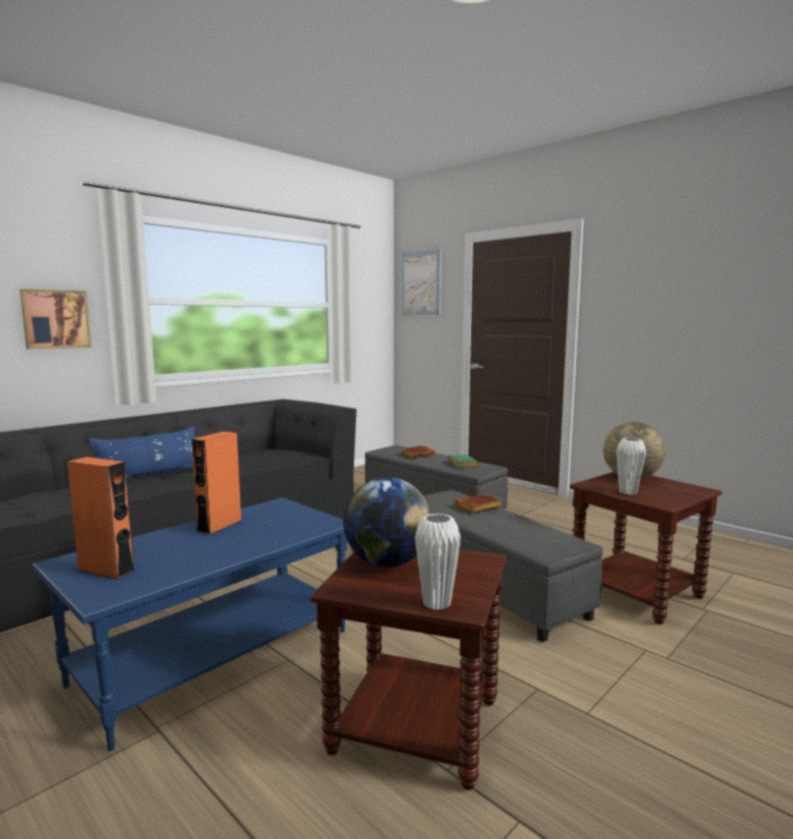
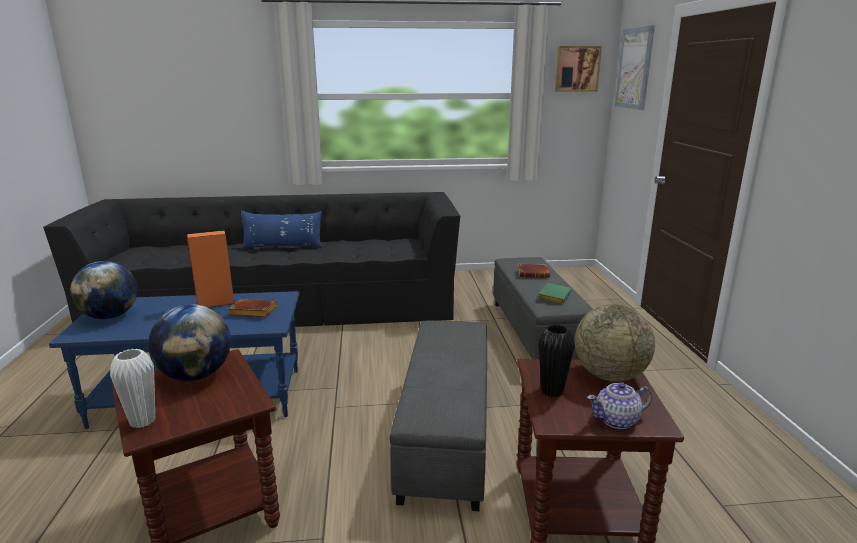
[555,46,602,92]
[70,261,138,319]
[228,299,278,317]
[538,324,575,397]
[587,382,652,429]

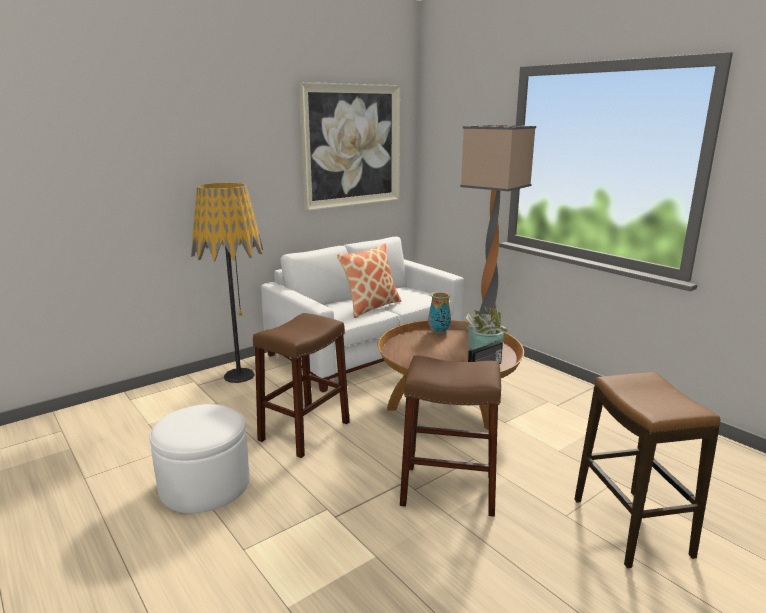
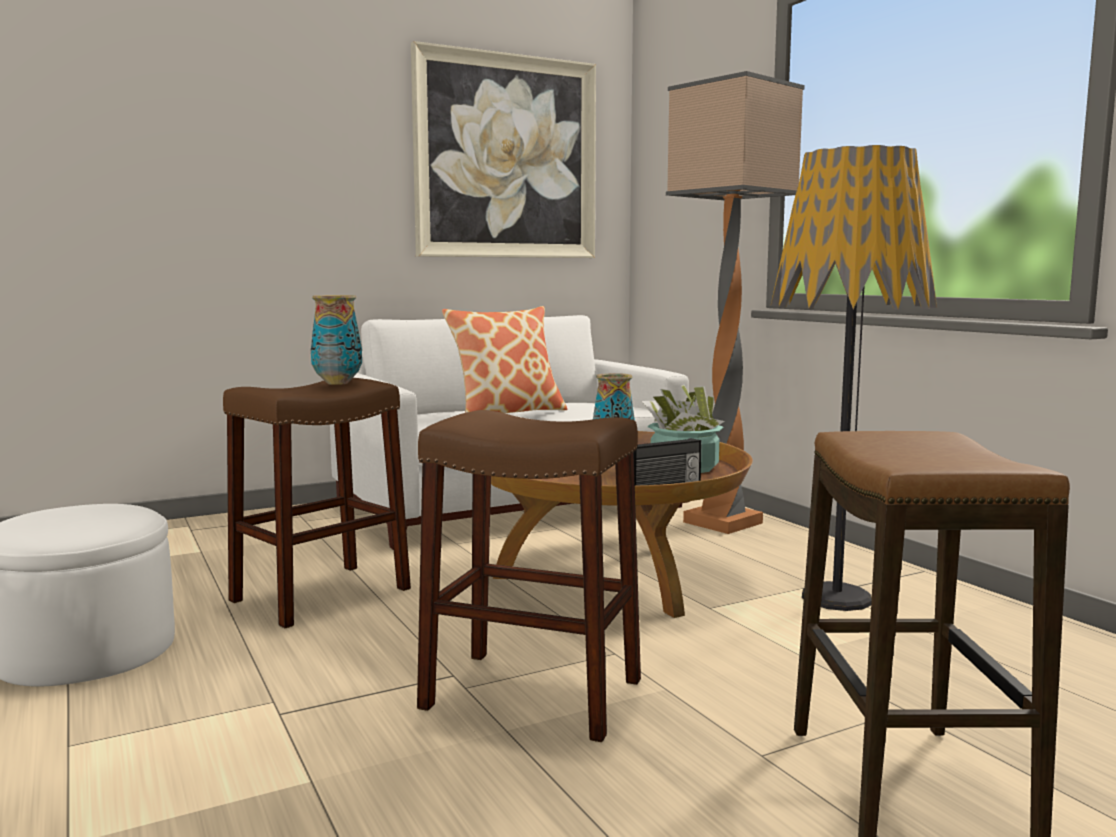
[770,145,937,611]
[311,295,362,385]

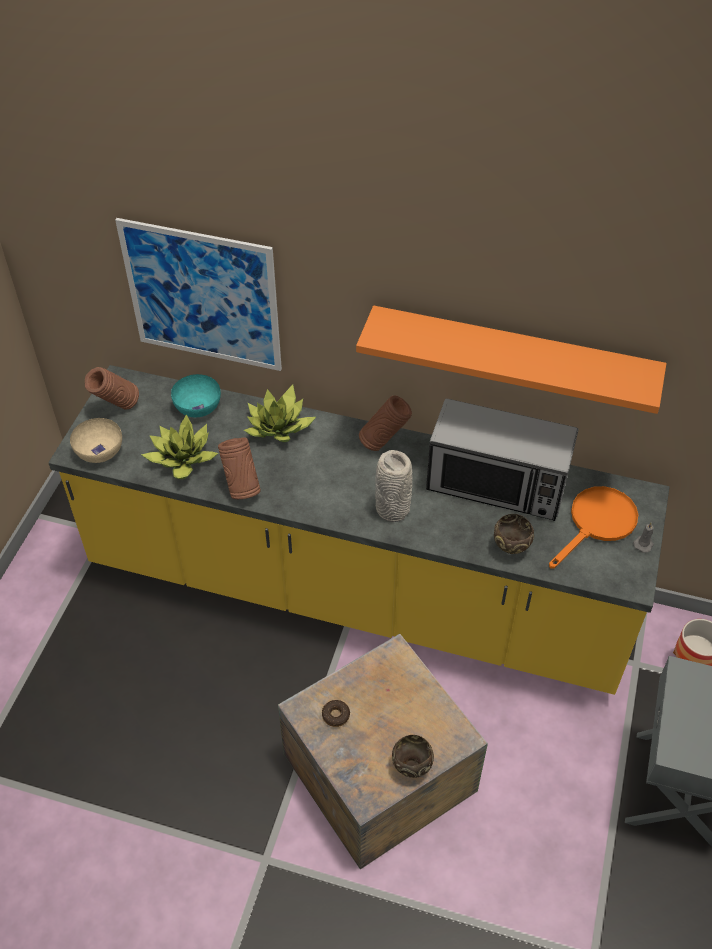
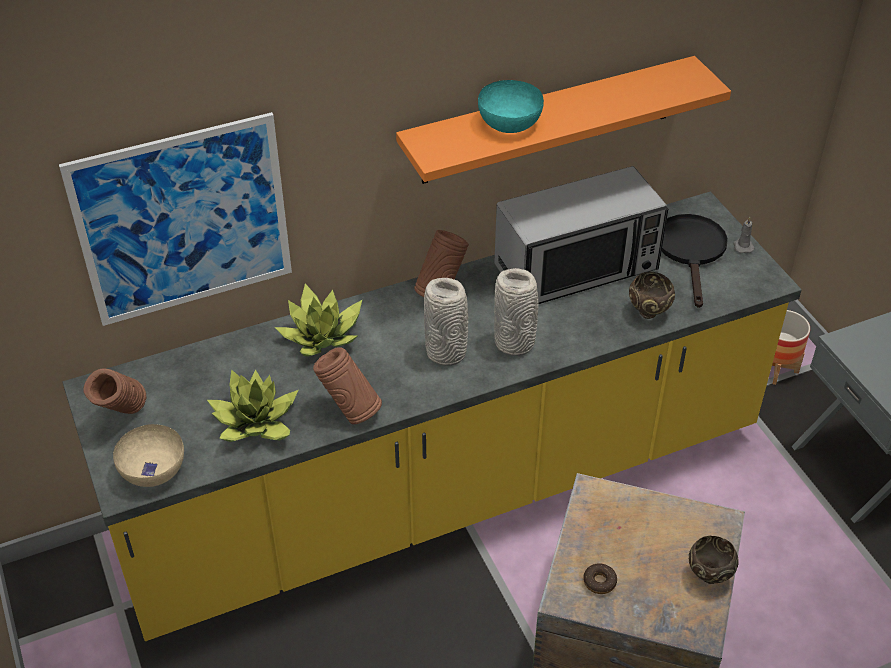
[478,80,544,133]
[662,214,728,308]
[424,278,468,366]

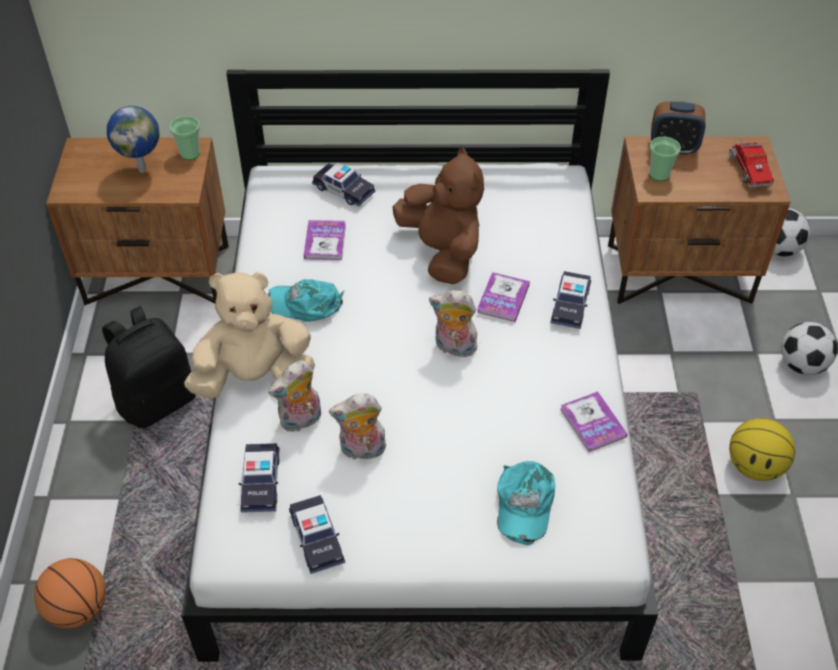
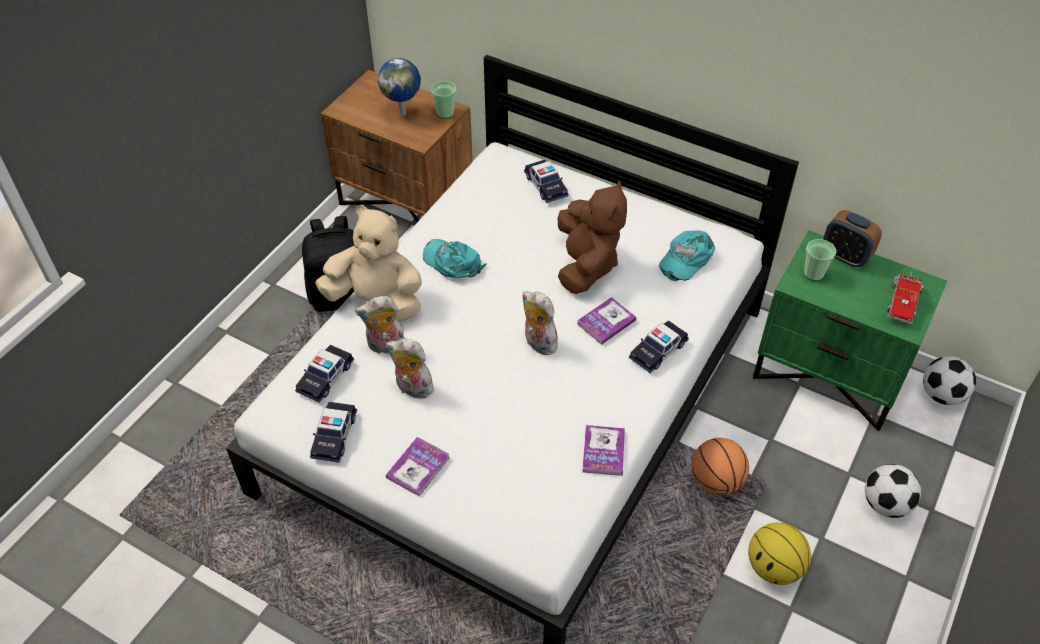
[692,438,749,495]
[386,437,450,496]
[659,230,715,281]
[753,230,947,431]

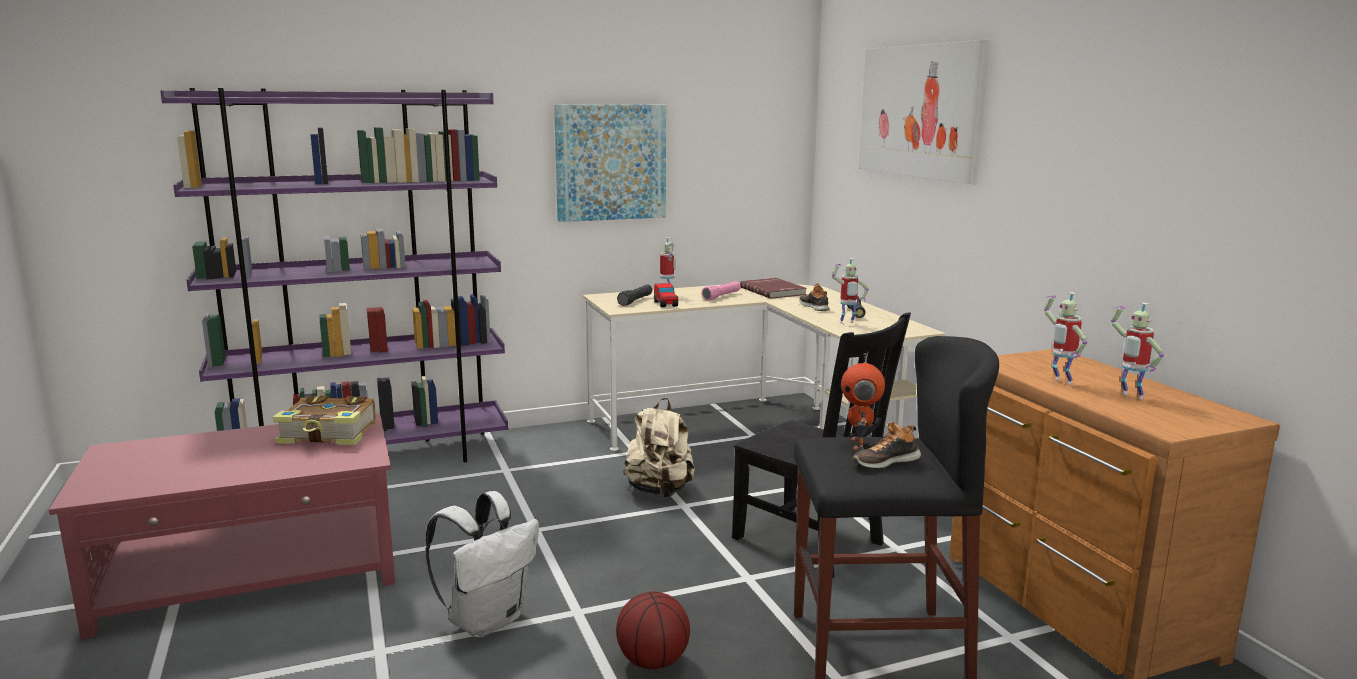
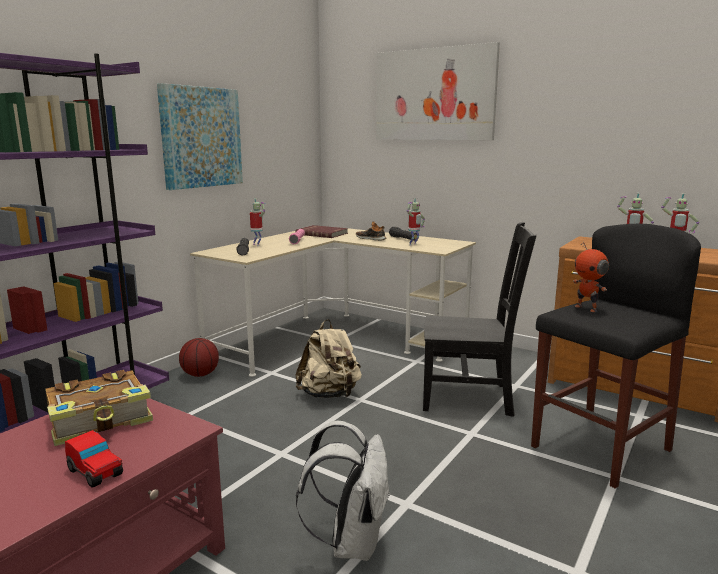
[179,338,219,377]
[65,430,123,488]
[853,422,921,469] (first image)

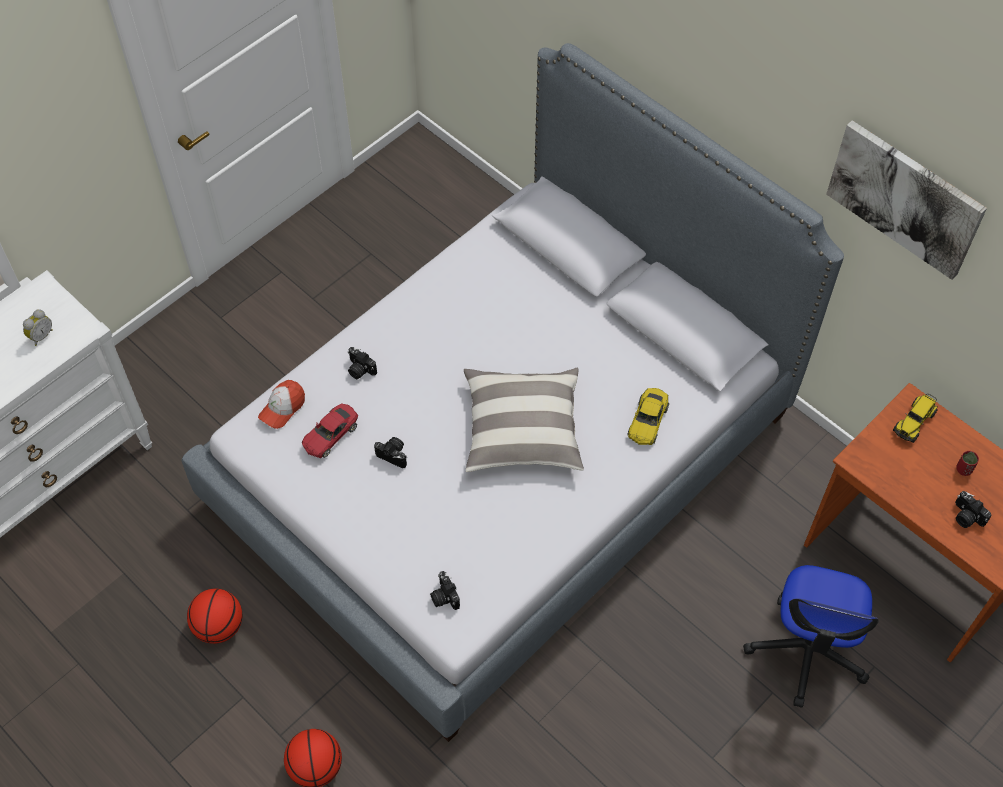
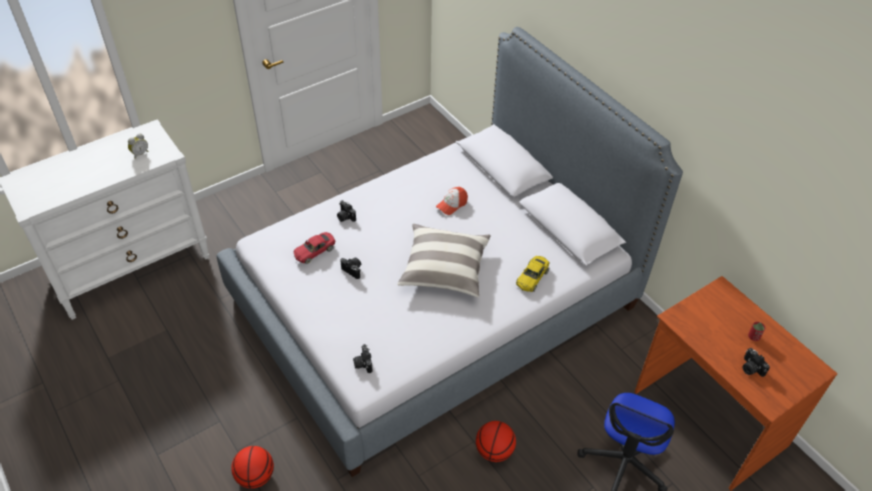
[476,421,516,462]
[436,187,468,215]
[826,120,987,280] (first image)
[893,394,937,443] (first image)

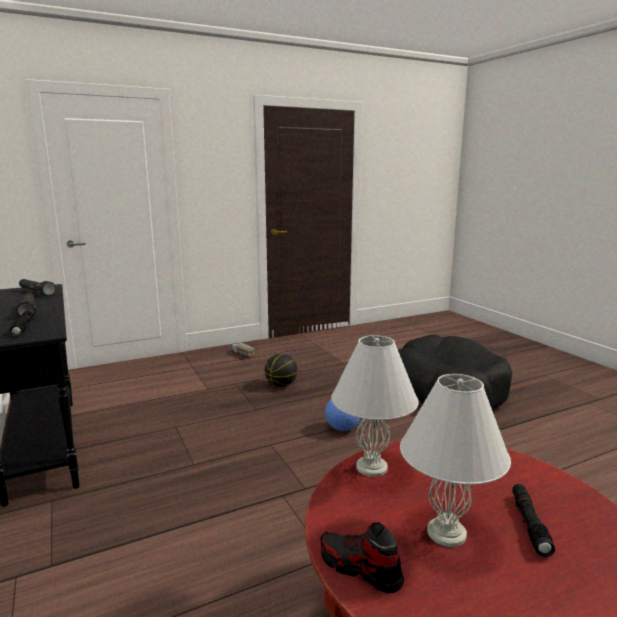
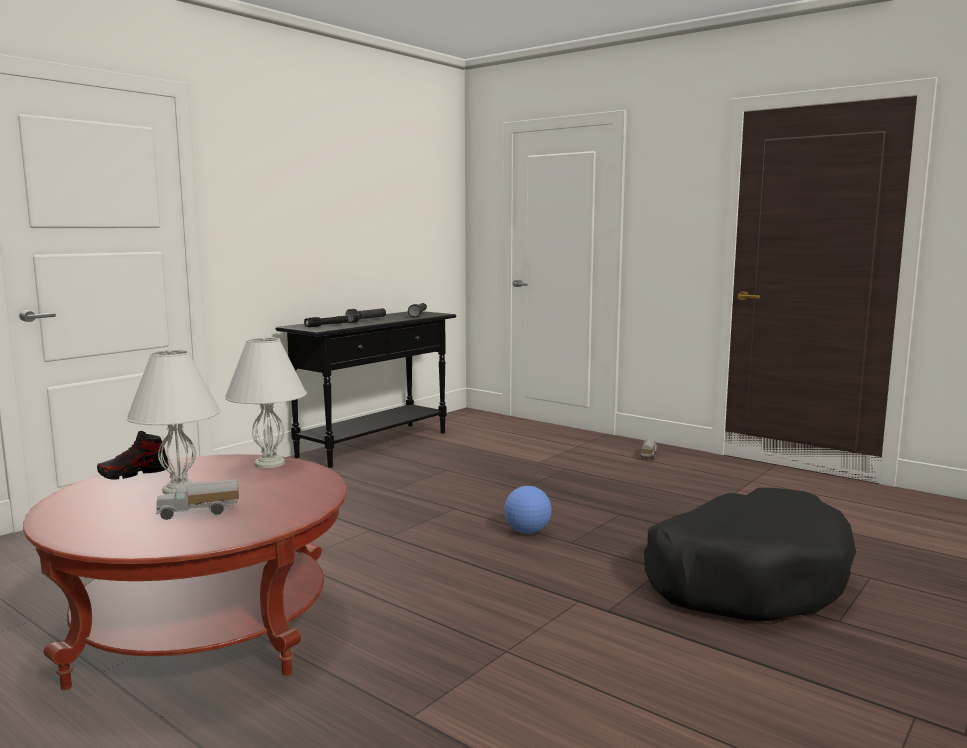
[265,354,298,387] (first image)
[97,431,169,480]
[156,479,239,520]

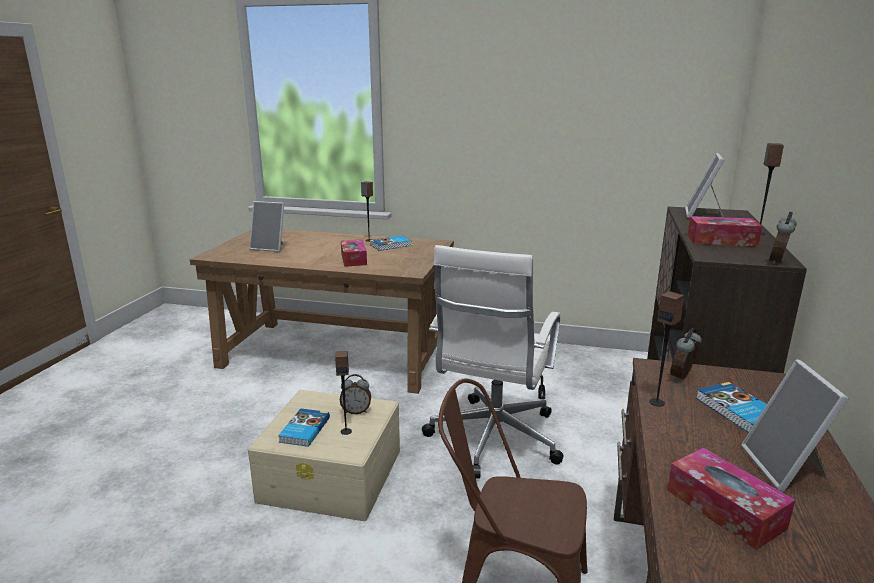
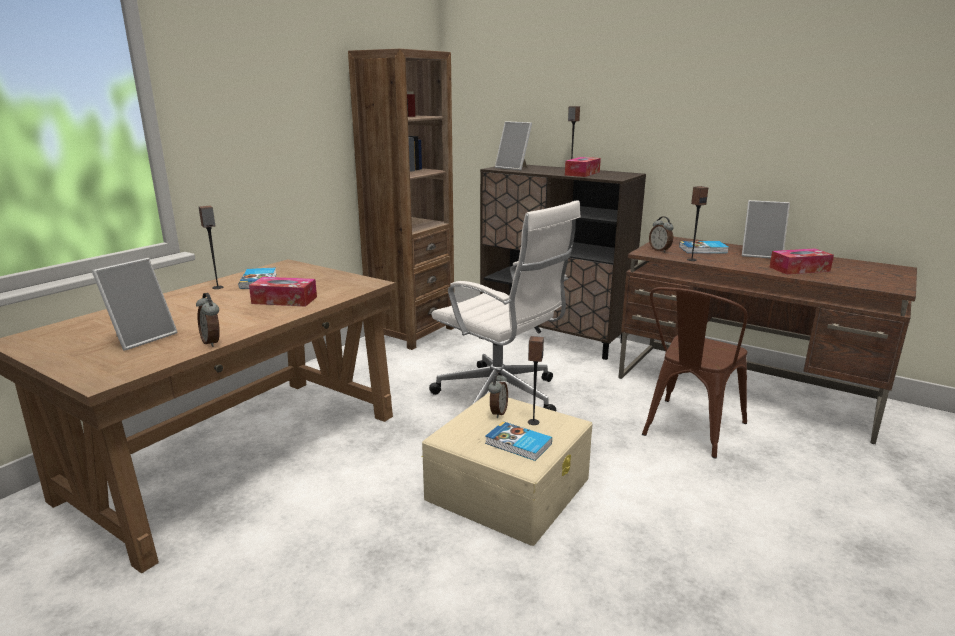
[196,293,220,347]
[348,49,454,350]

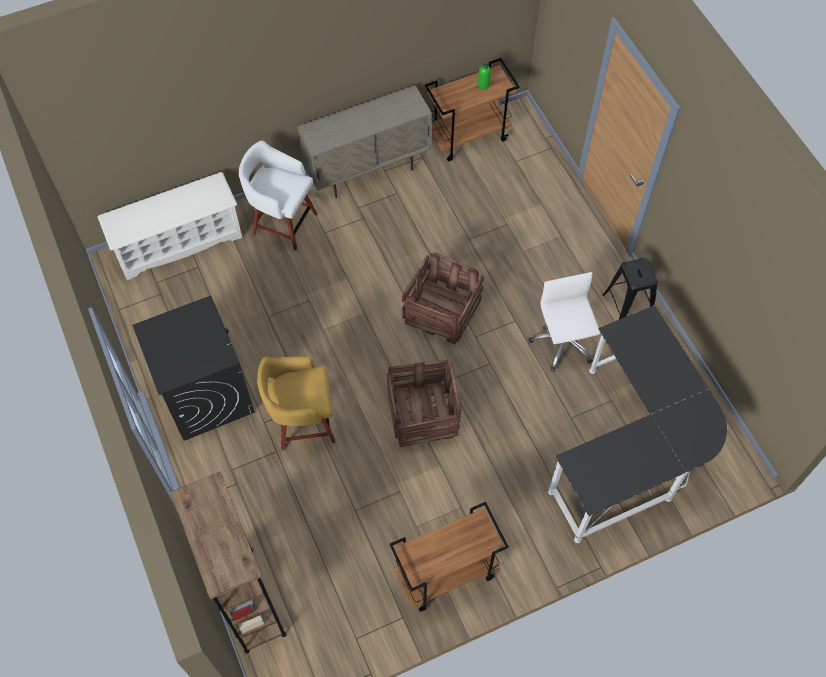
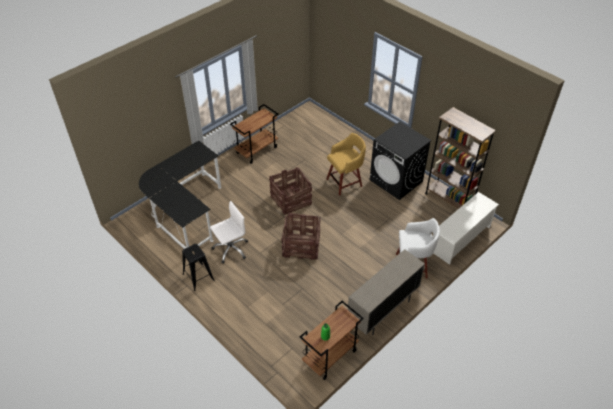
[425,107,496,209]
[210,201,248,264]

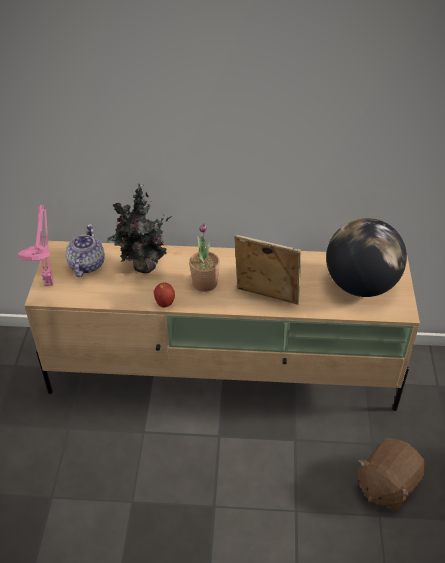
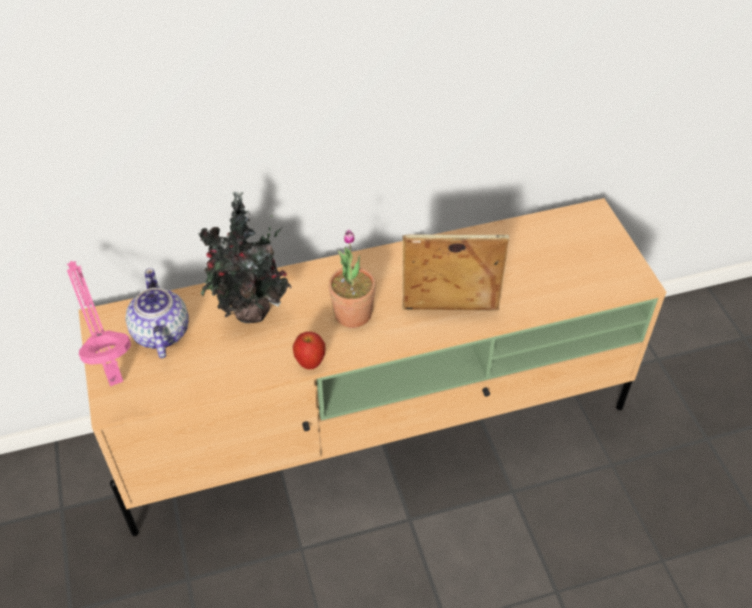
[326,218,407,297] (first image)
[358,438,425,512] (first image)

